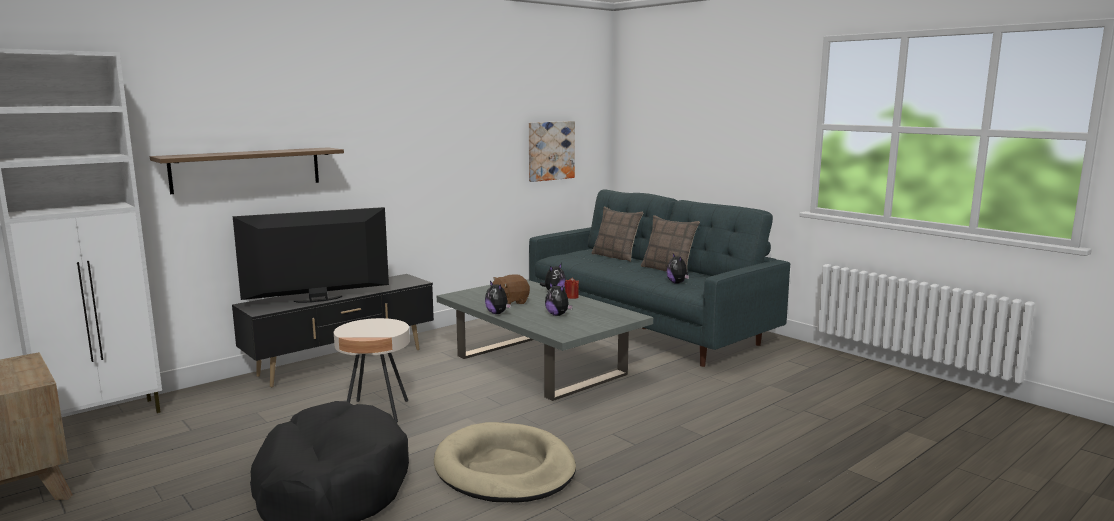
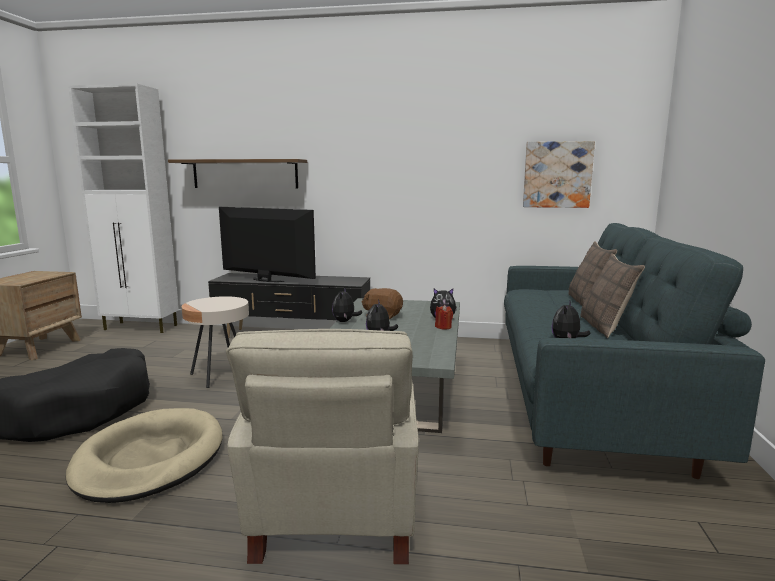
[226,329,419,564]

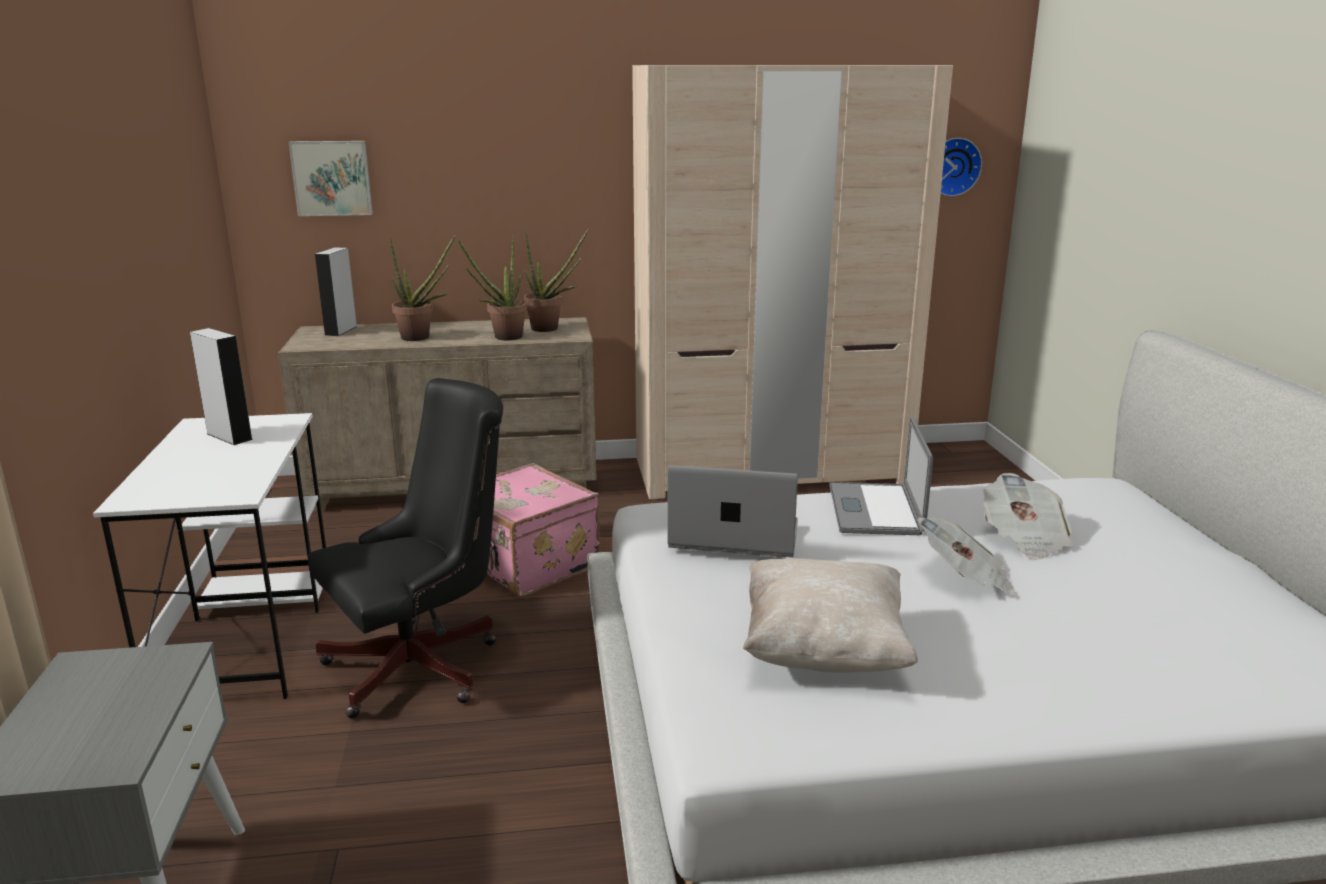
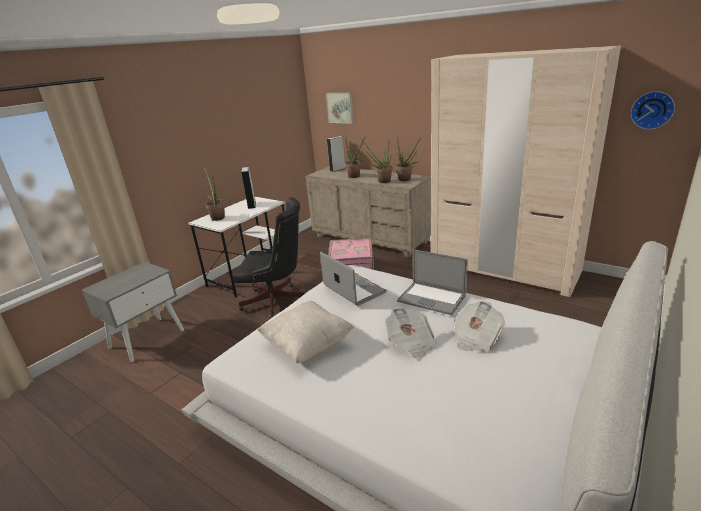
[397,249,468,315]
[204,167,225,221]

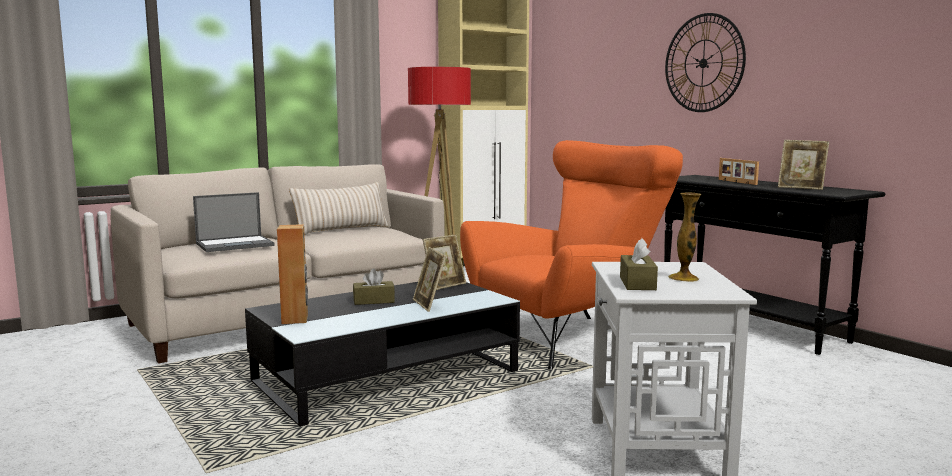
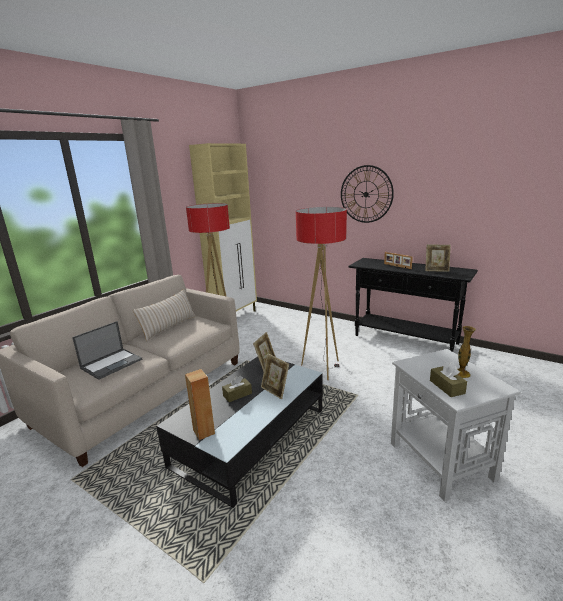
[296,207,347,380]

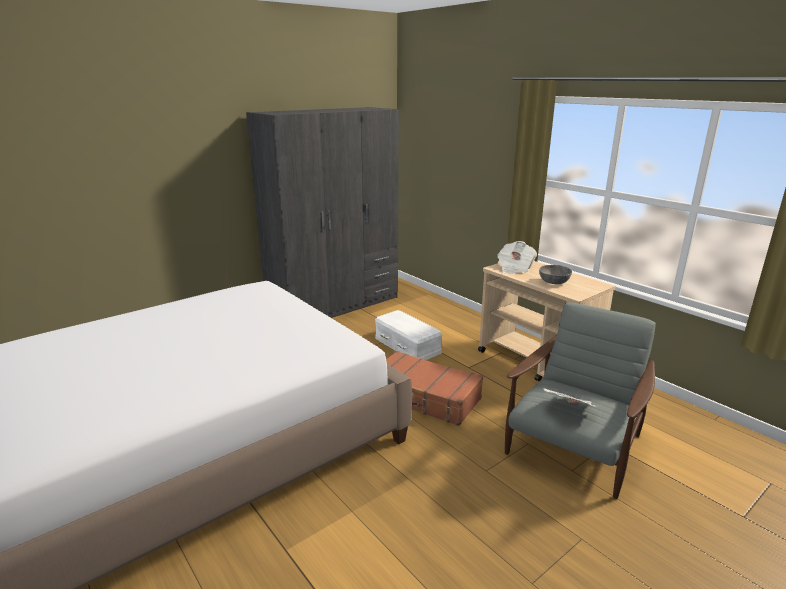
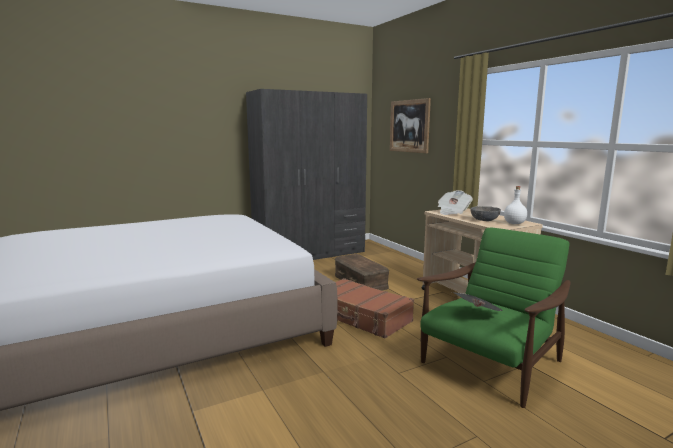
[335,254,389,291]
[417,228,571,408]
[390,98,431,153]
[504,186,527,224]

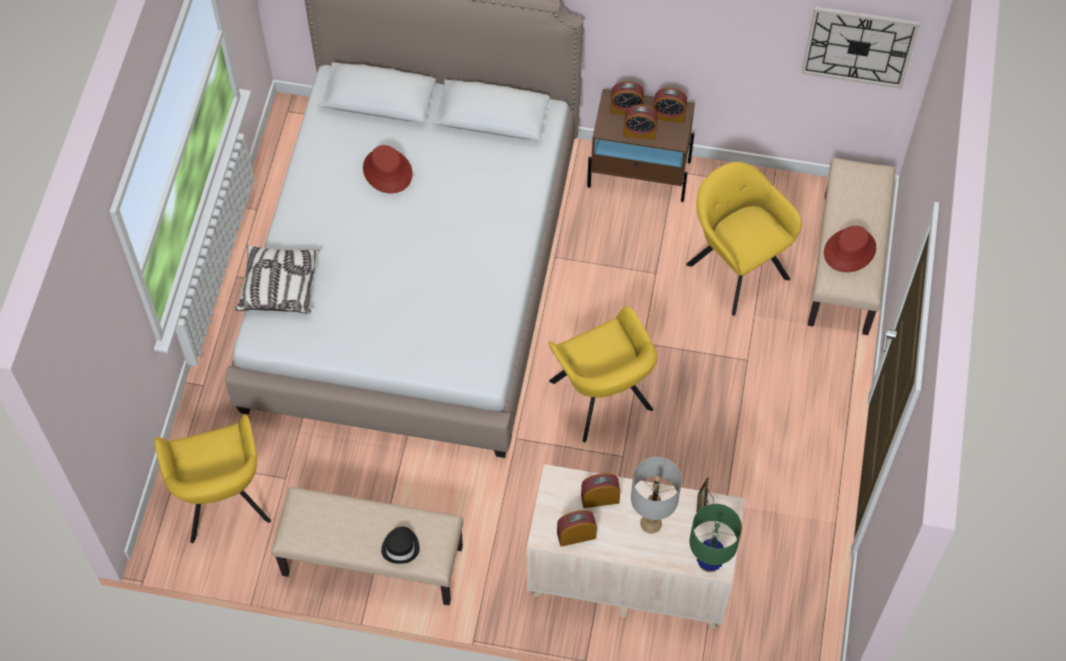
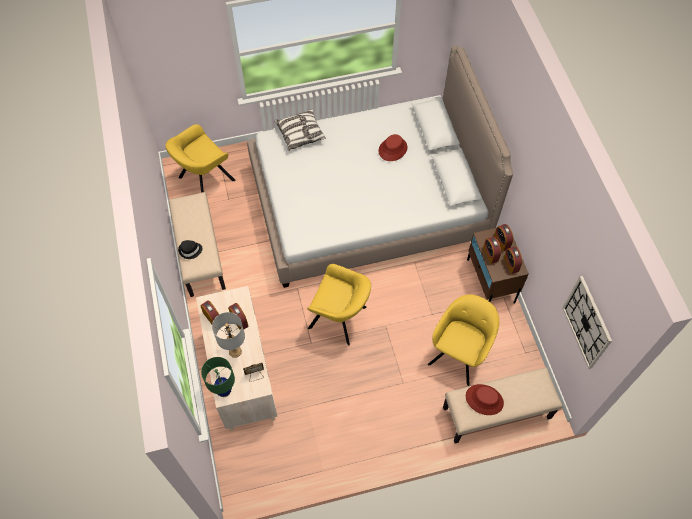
[307,264,371,346]

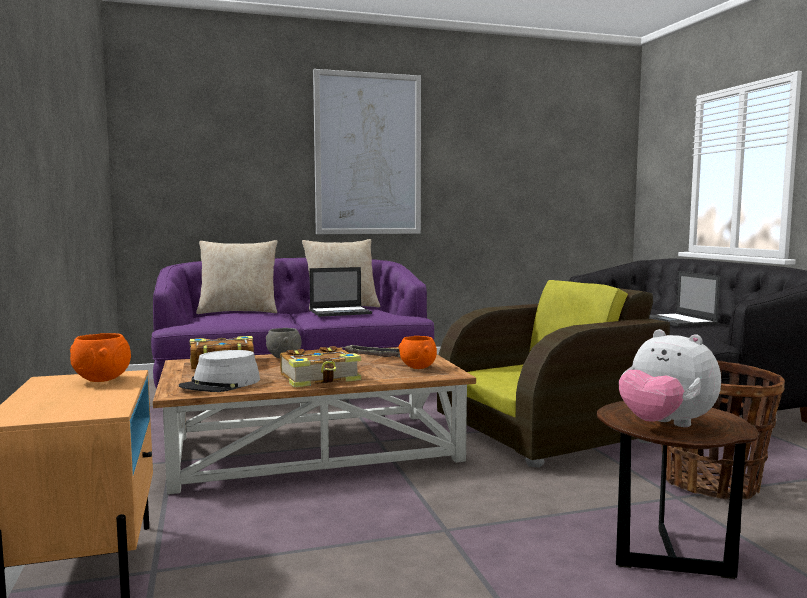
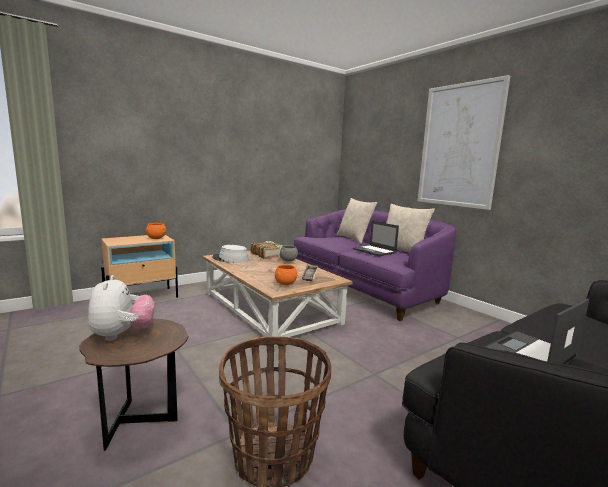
[280,346,361,387] (first image)
[437,280,670,468] (first image)
[88,275,154,341]

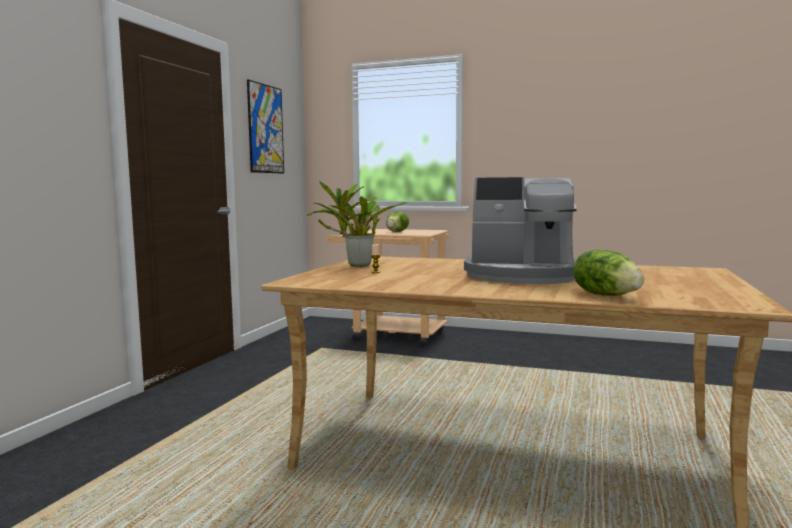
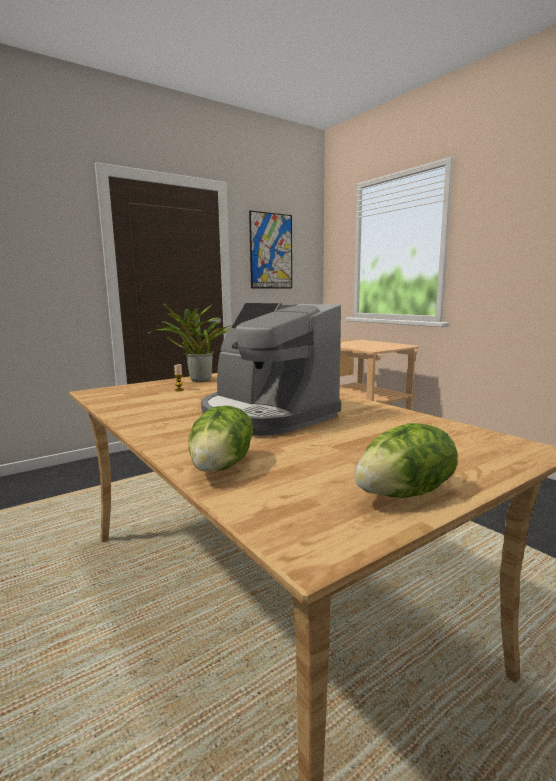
[354,423,458,498]

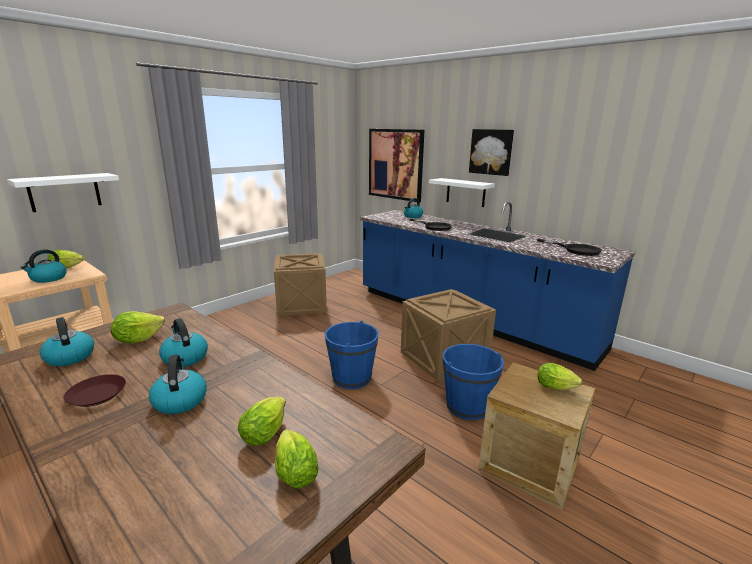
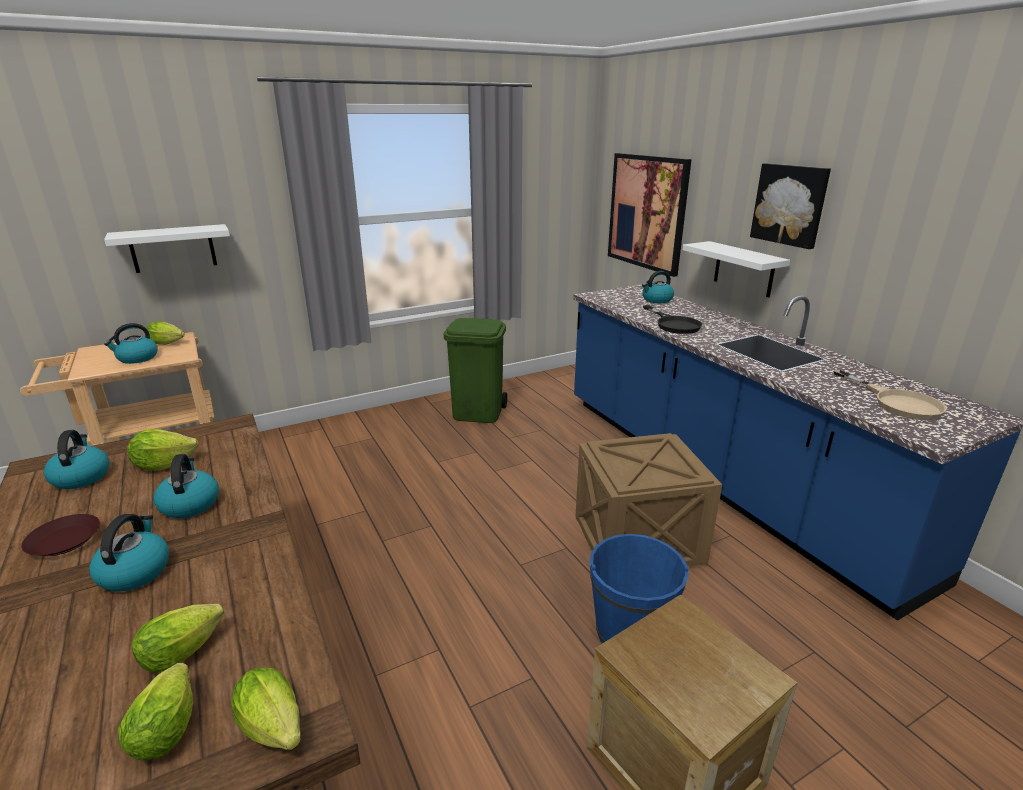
[444,318,507,423]
[324,320,379,389] (first image)
[833,370,947,420]
[231,667,301,750]

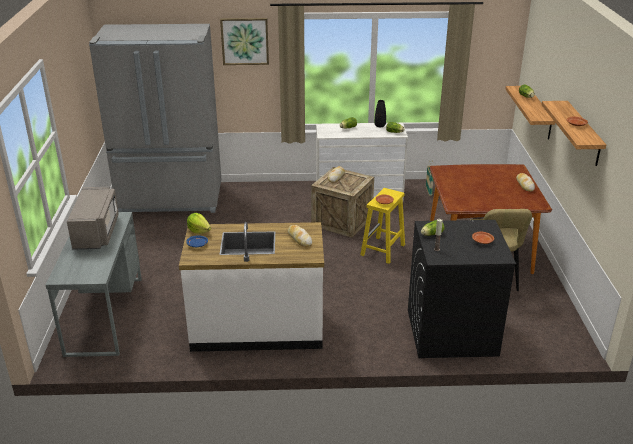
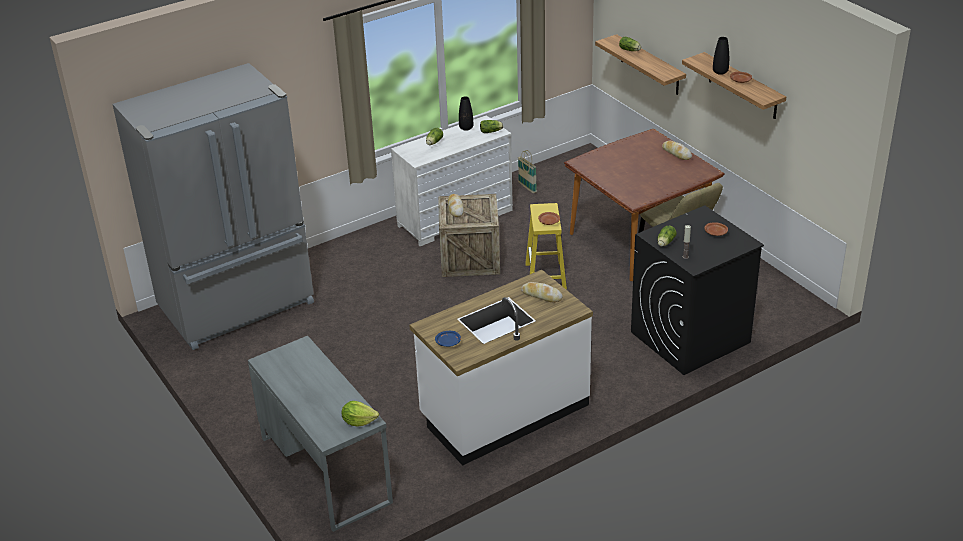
[67,187,119,250] (first image)
[341,401,379,427]
[220,18,269,65] (first image)
[713,37,729,75]

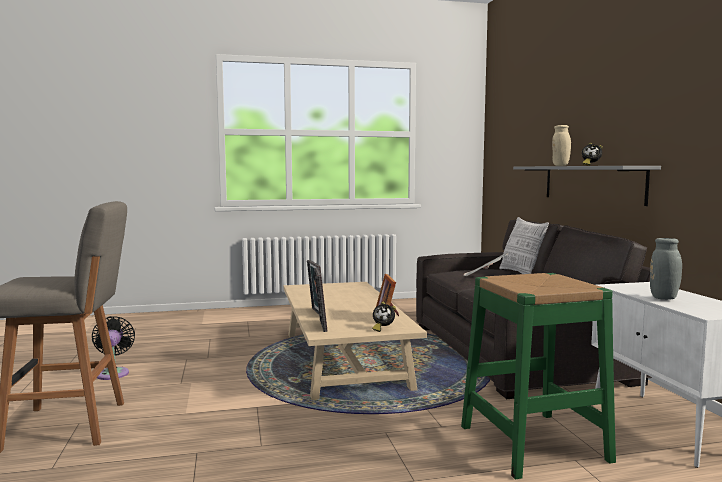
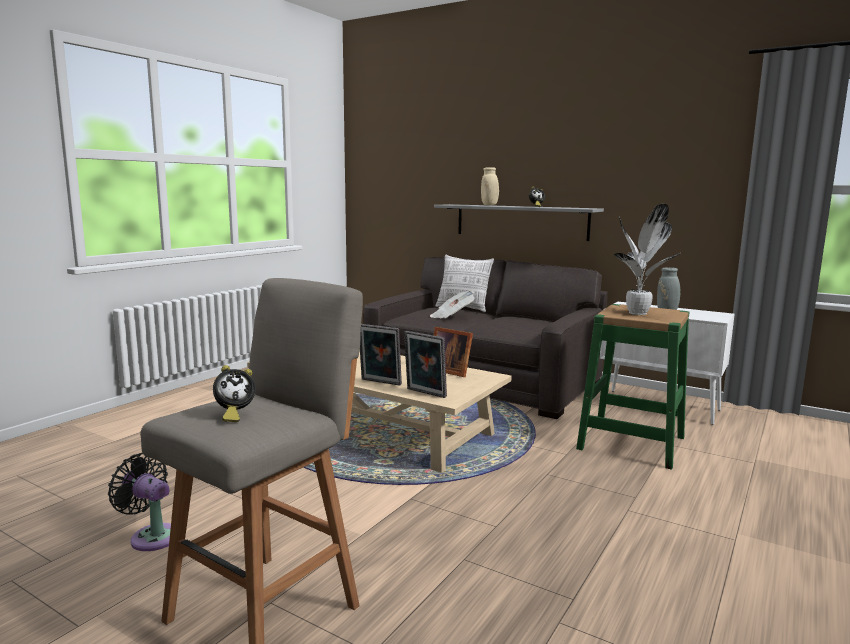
[213,365,256,422]
[614,204,682,315]

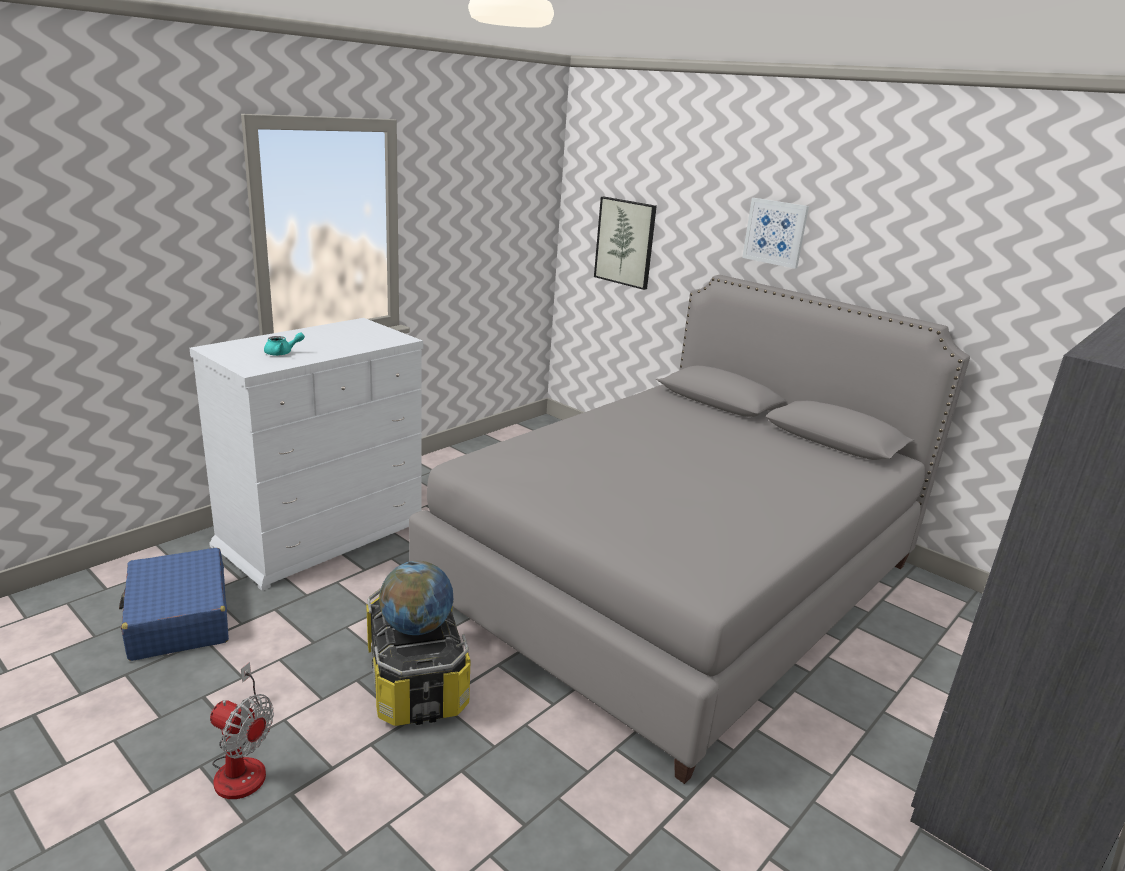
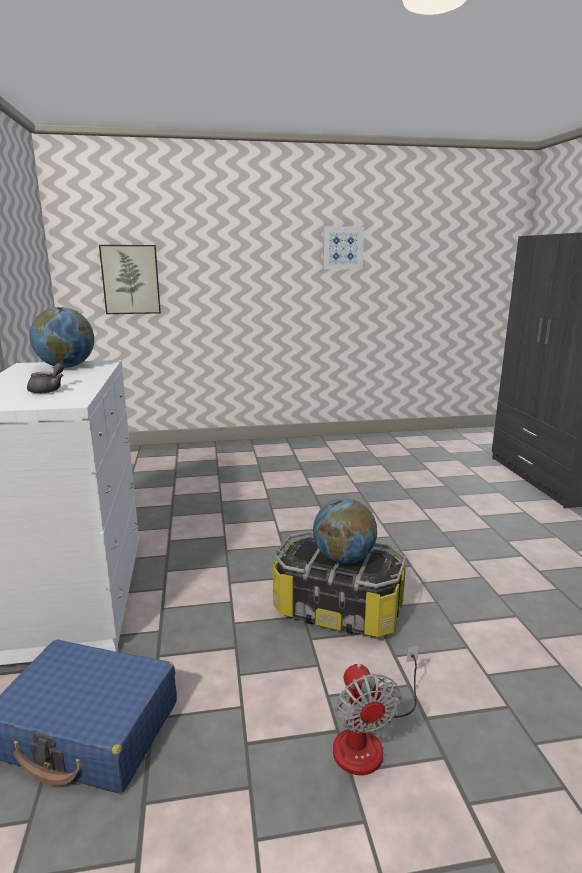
[333,646,419,776]
[27,363,64,394]
[409,275,970,784] (first image)
[323,226,364,269]
[30,307,94,368]

